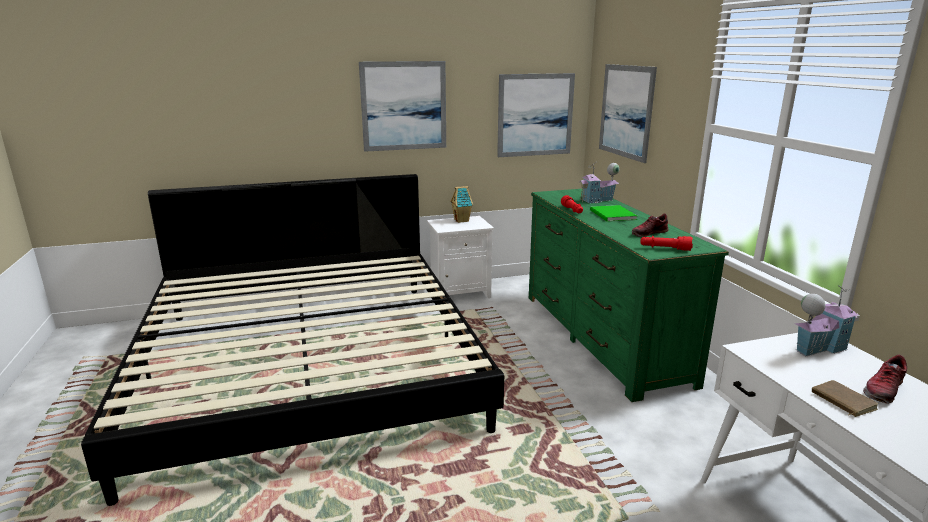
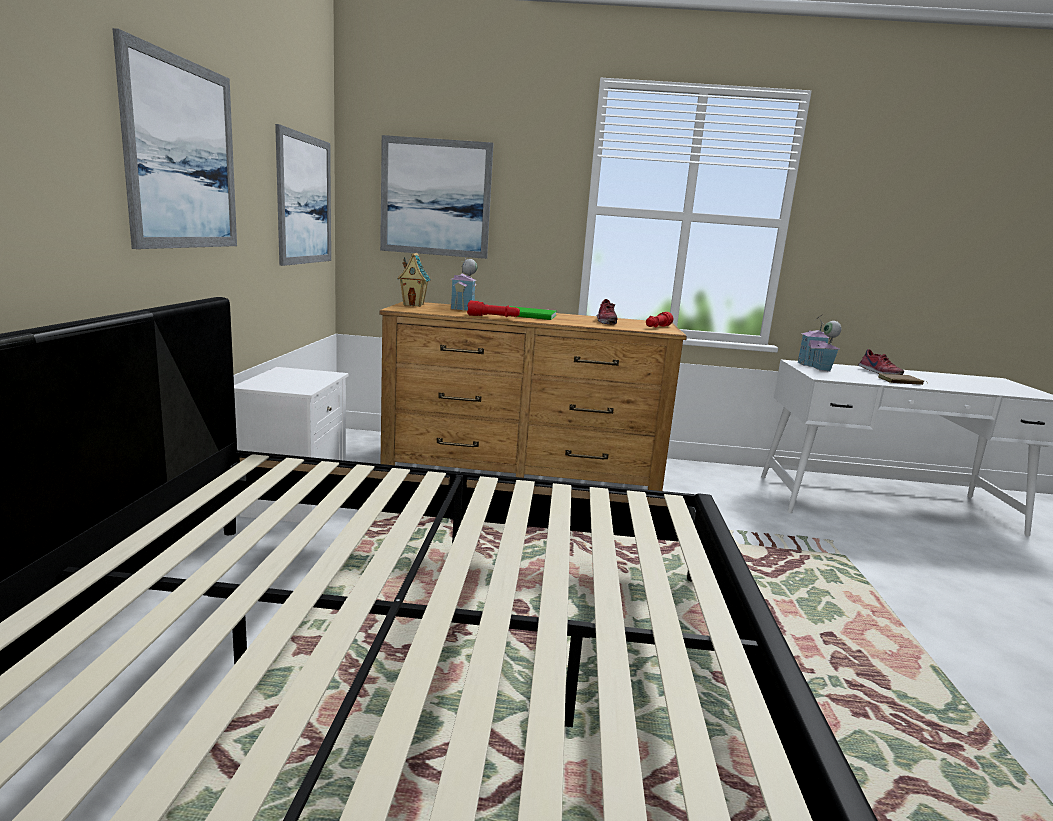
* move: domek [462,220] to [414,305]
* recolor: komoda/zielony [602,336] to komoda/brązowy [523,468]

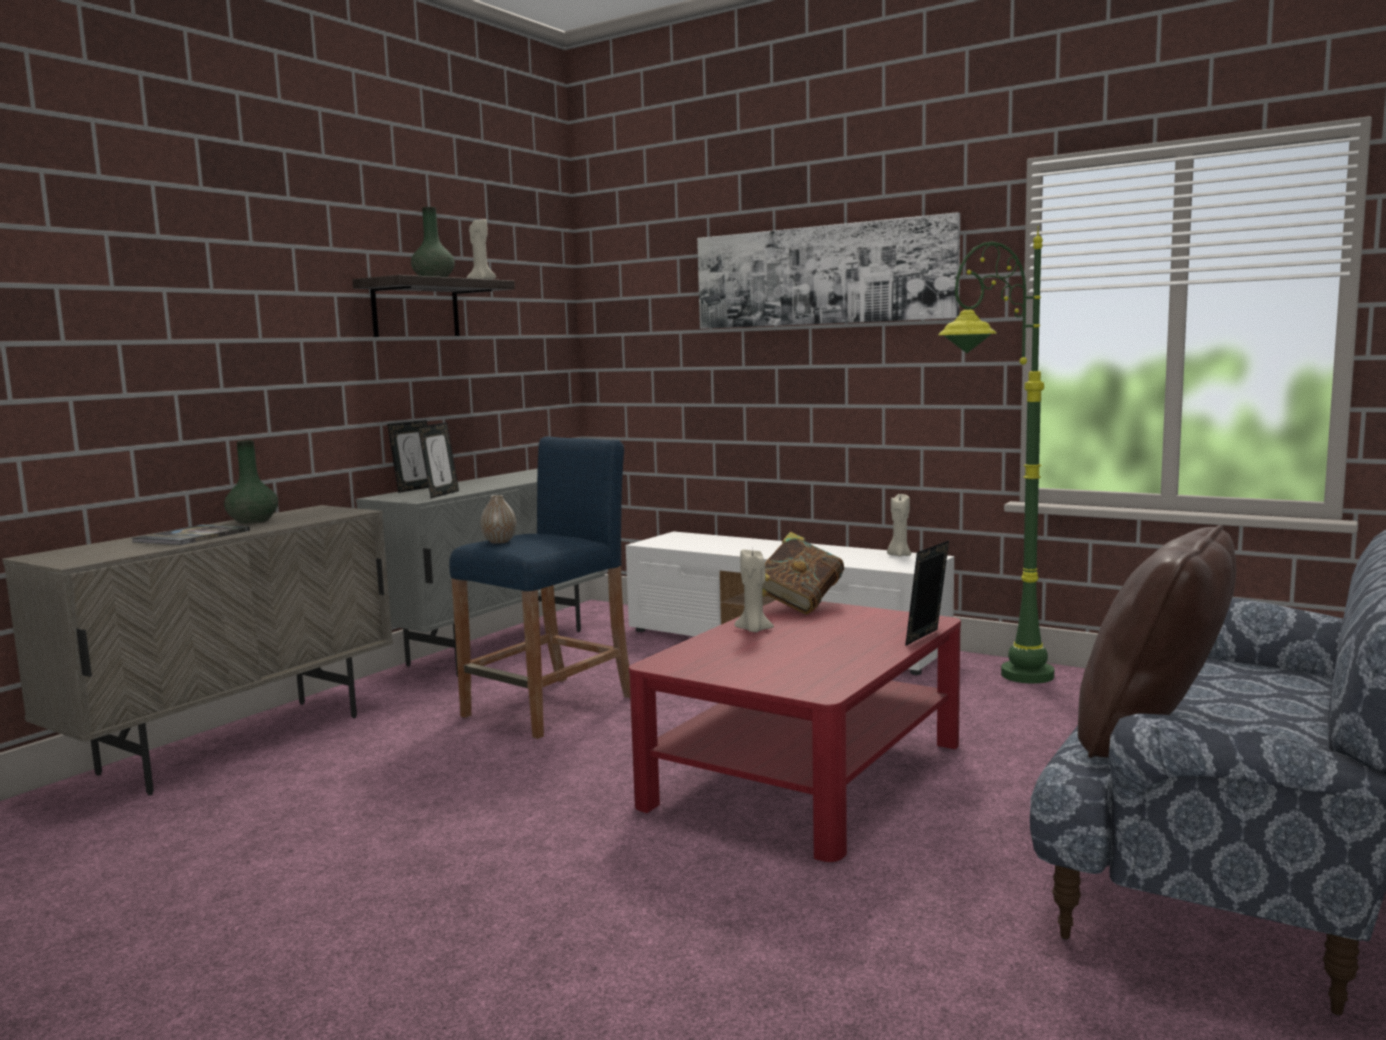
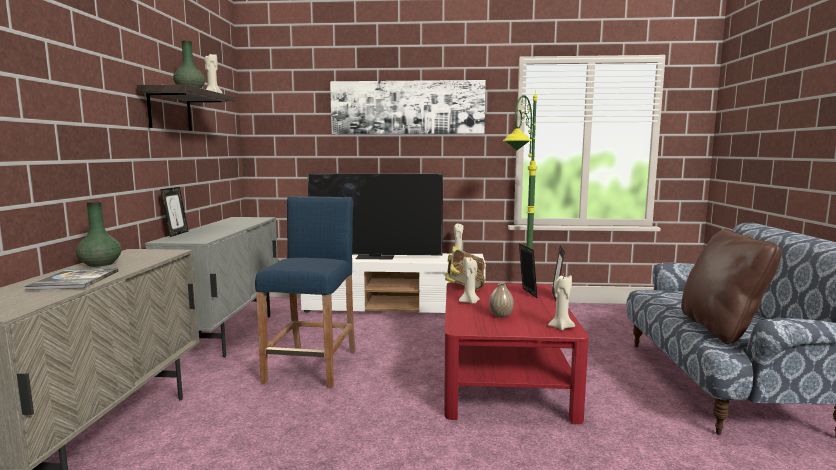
* insert: telewizor [375,257]
* insert: świeca/beżowy [561,327]
* move: ramka na zdjęcie [441,494] to [527,293]
* move: wazon [499,542] to [500,315]

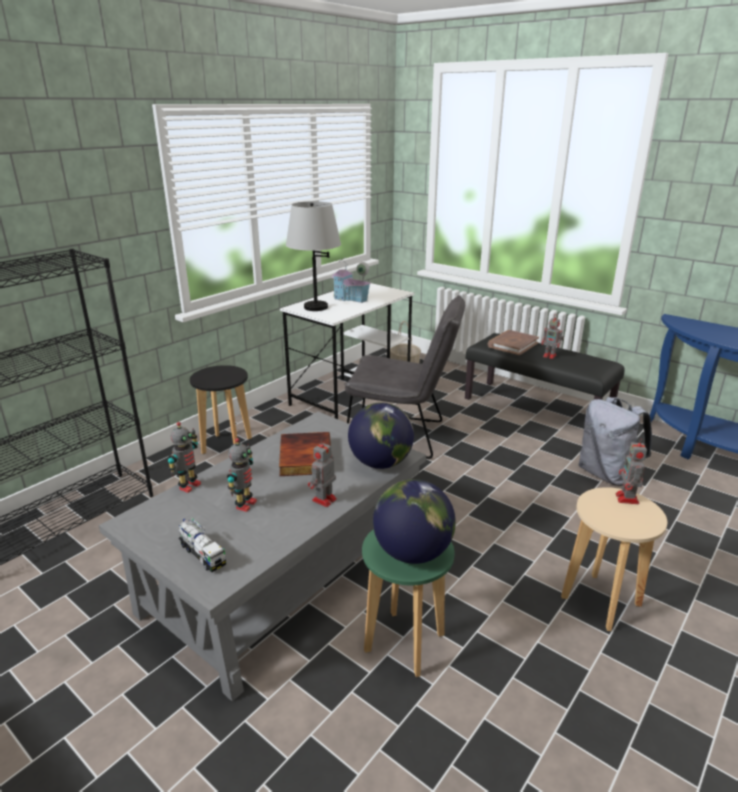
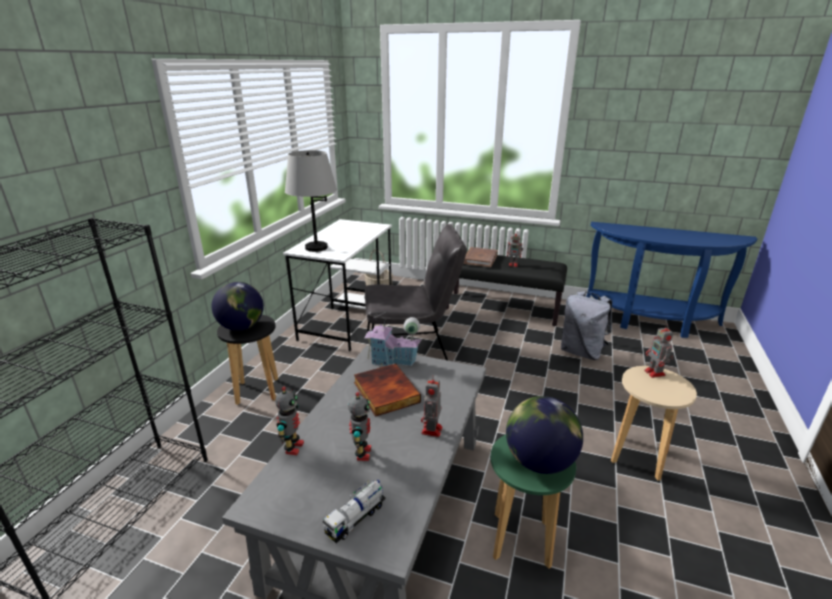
* move: domek [350,299] to [392,360]
* move: globus [381,463] to [242,327]
* rotate: ciężarówka zabawkowa [202,554] = [356,518] 105 degrees clockwise

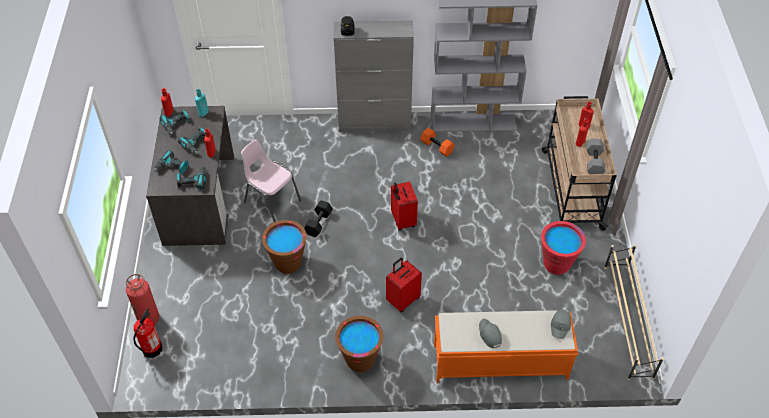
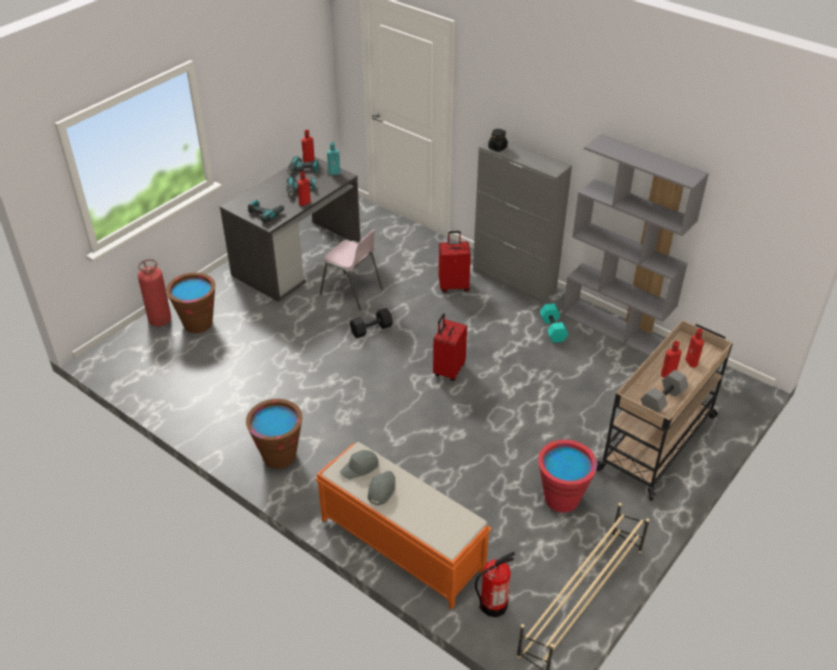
* delete: wiertarka [172,167]
* move: gaśnica [152,349] to [493,605]
* move: wiadro/brązowy [288,263] to [198,323]
* move: walizka/czerwony [402,299] to [454,286]
* move: czapka z daszkiem/szary [560,325] to [360,468]
* recolor: hantel/pomarańczowy [437,146] to hantel/turkusowy [553,329]
* rotate: krzesło/różowy [272,201] = [352,292] 135 degrees clockwise

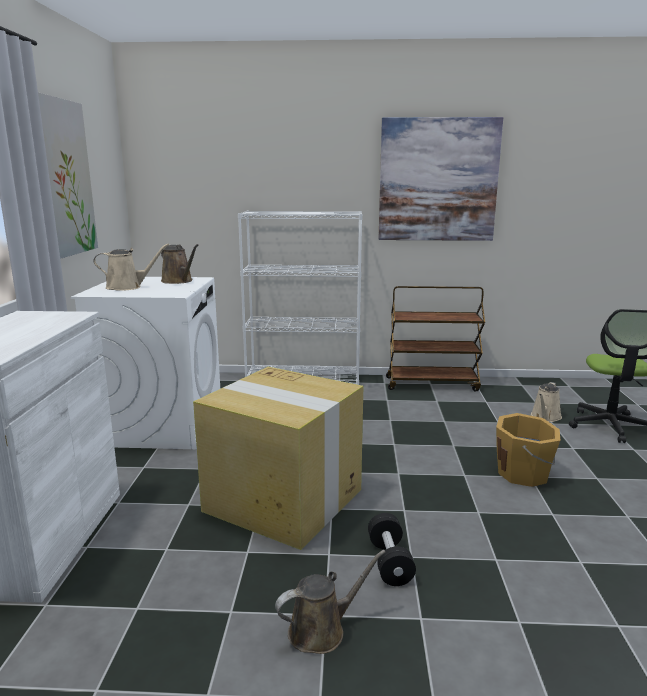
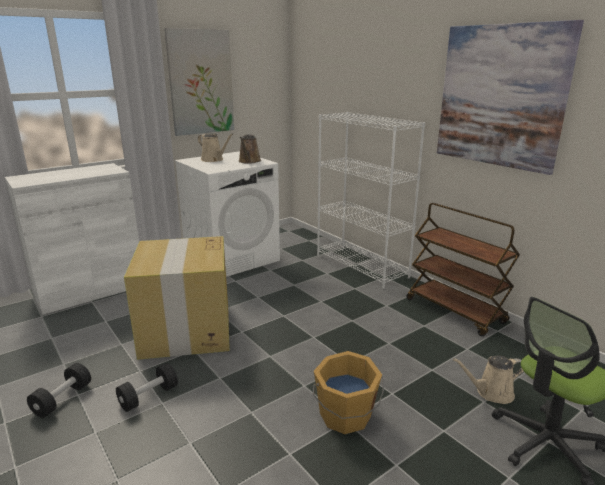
* replace: konewka/brązowy [321,630] to hantel/czarny [62,399]

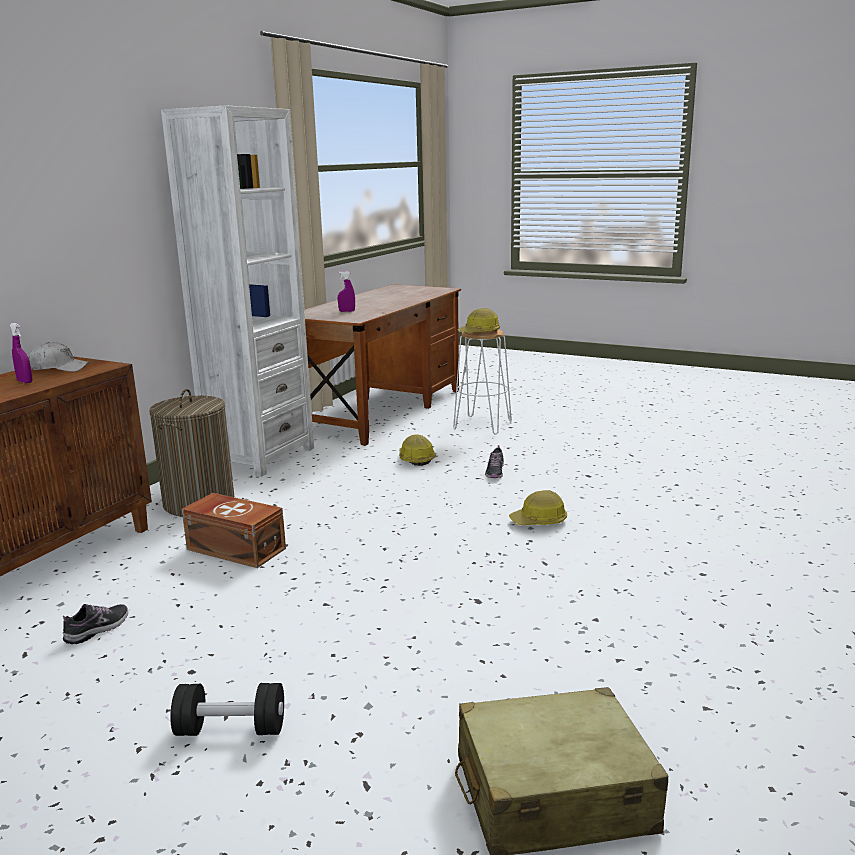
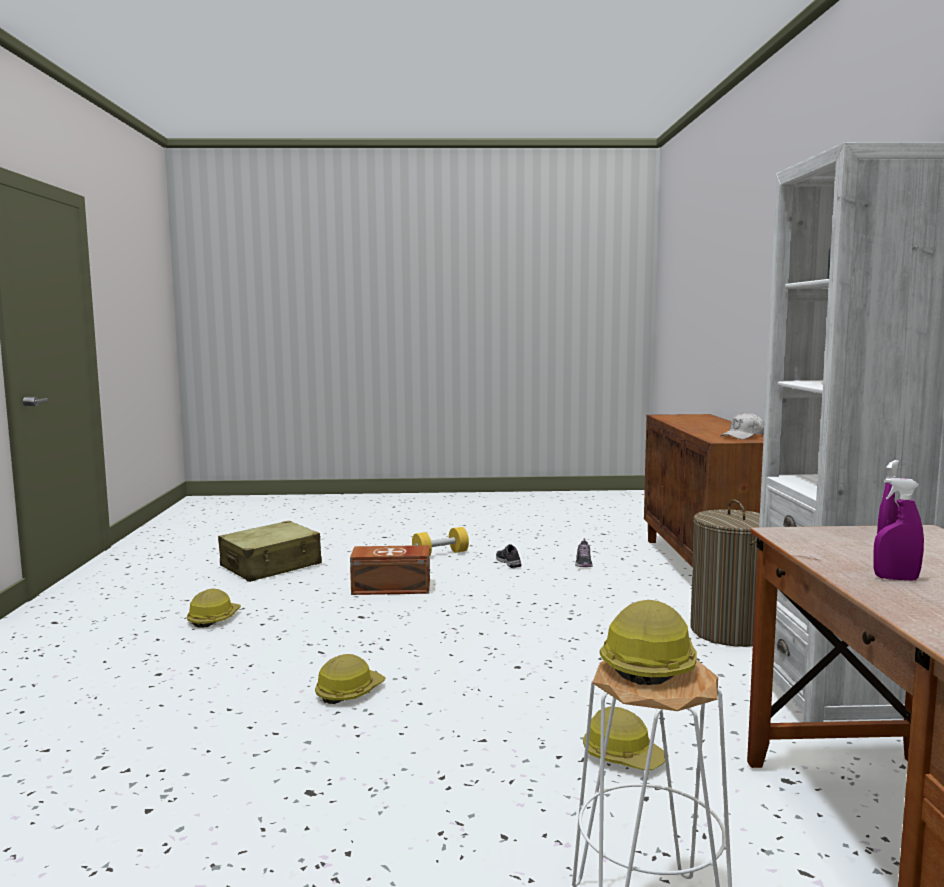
* insert: kask [213,619]
* move: spryskiwacz/fioletowy [25,382] to [896,578]
* move: pojemnik do przechowywania/brązowy [236,548] to [392,588]
* move: but [495,472] to [508,563]
* recolor: hantel/czarny [231,729] to hantel/żółty [440,554]

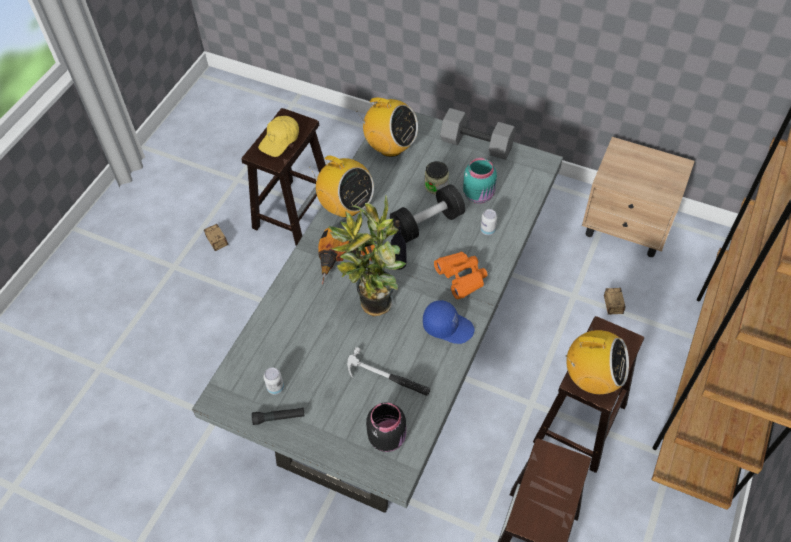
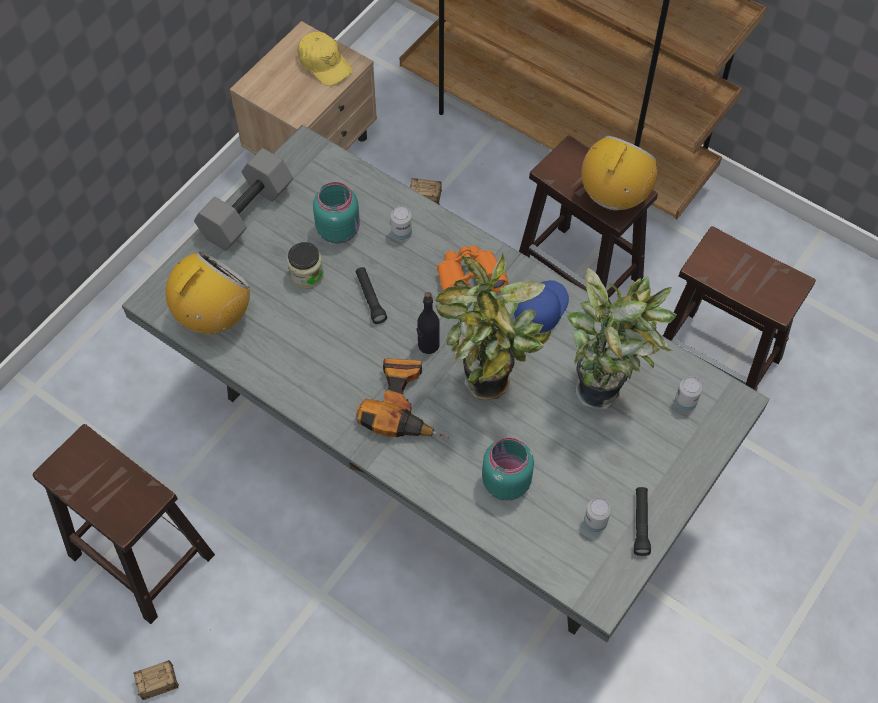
* delete: radio [346,207]
* insert: słoik/turkusowy [504,482]
* move: czapka z daszkiem/żółty [280,140] to [324,64]
* replace: młotek [387,377] to roślina doniczkowa [603,388]
* replace: słoik/czarny [388,437] to puszka [685,402]
* replace: hantel/czarny [427,223] to latarka/czarny [370,298]

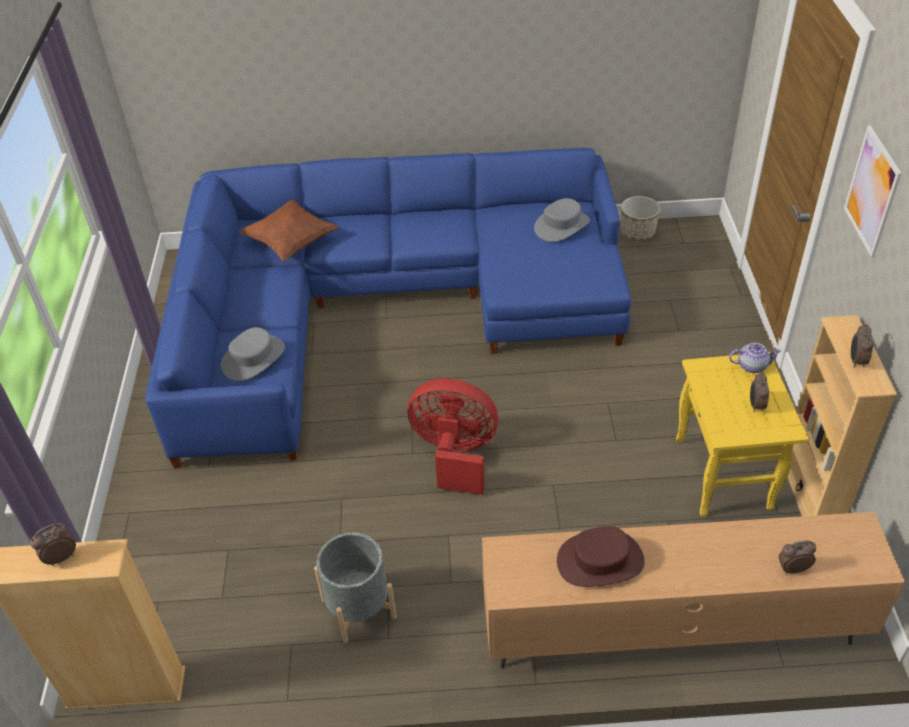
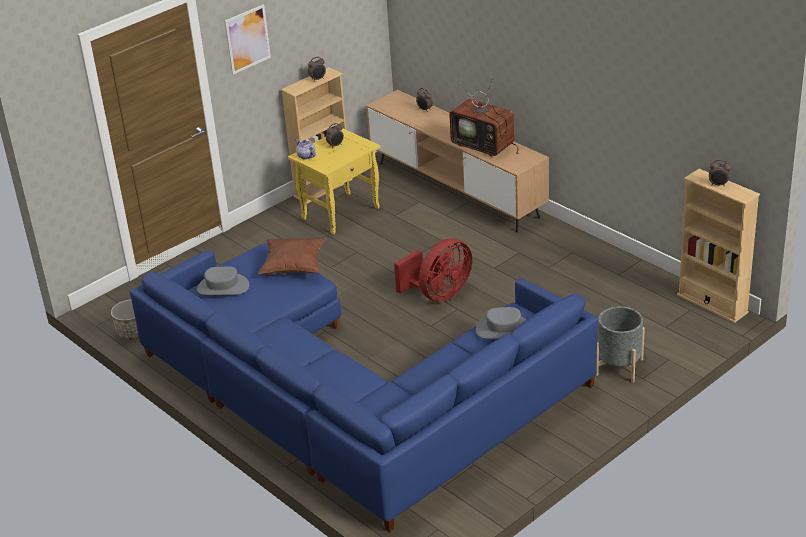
* move: poduszka/brązowy [291,242] to [293,267]
* move: donica/szary [358,608] to [619,367]
* replace: kapelusz/brązowy [600,561] to telewizor [485,145]
* rotate: wentylator/czerwony [455,455] = [439,294] 105 degrees counterclockwise

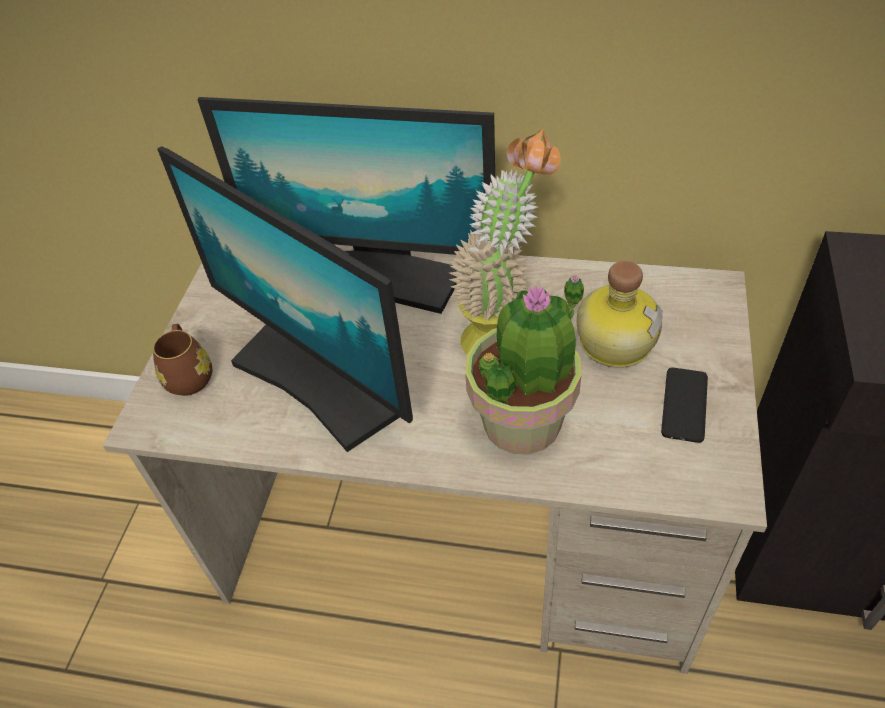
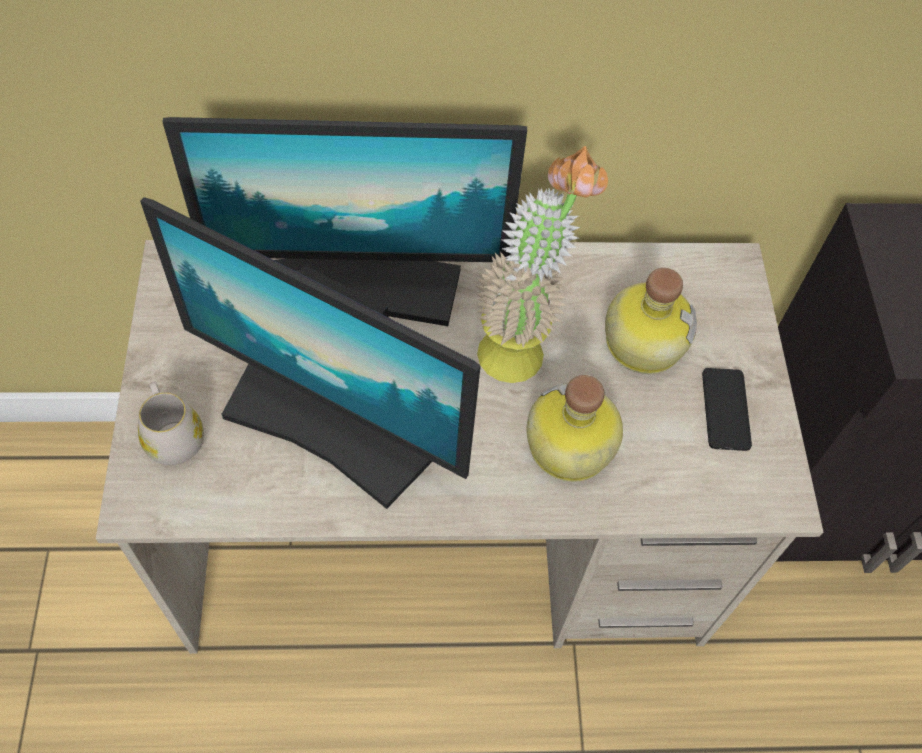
* replace: roślina doniczkowa [524,421] to butelka [568,448]
* recolor: kubek/brązowy [189,374] to kubek/biały [173,436]

